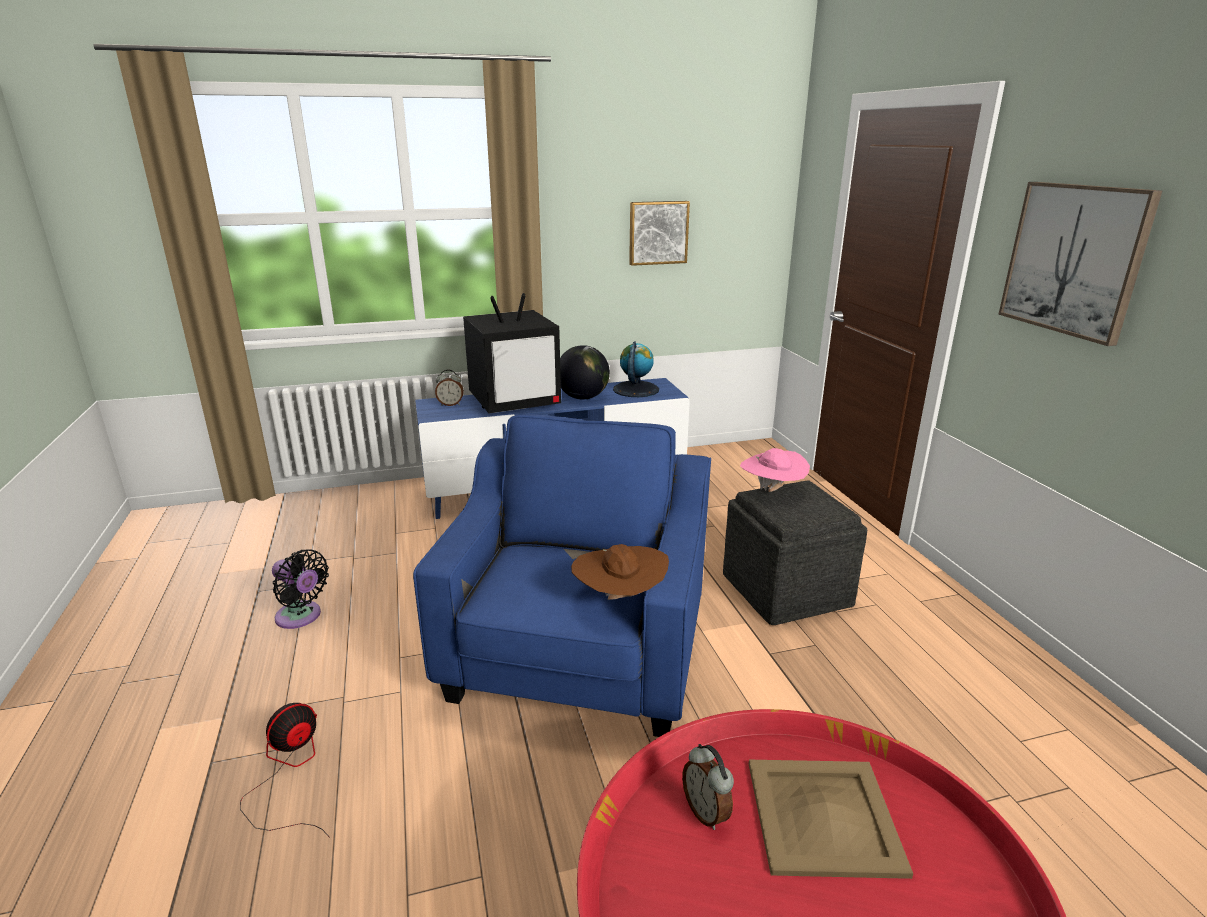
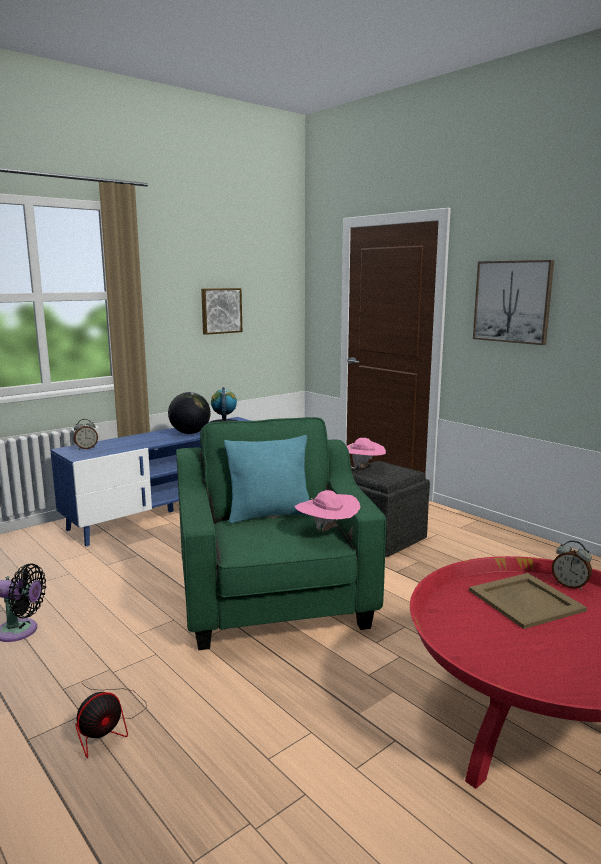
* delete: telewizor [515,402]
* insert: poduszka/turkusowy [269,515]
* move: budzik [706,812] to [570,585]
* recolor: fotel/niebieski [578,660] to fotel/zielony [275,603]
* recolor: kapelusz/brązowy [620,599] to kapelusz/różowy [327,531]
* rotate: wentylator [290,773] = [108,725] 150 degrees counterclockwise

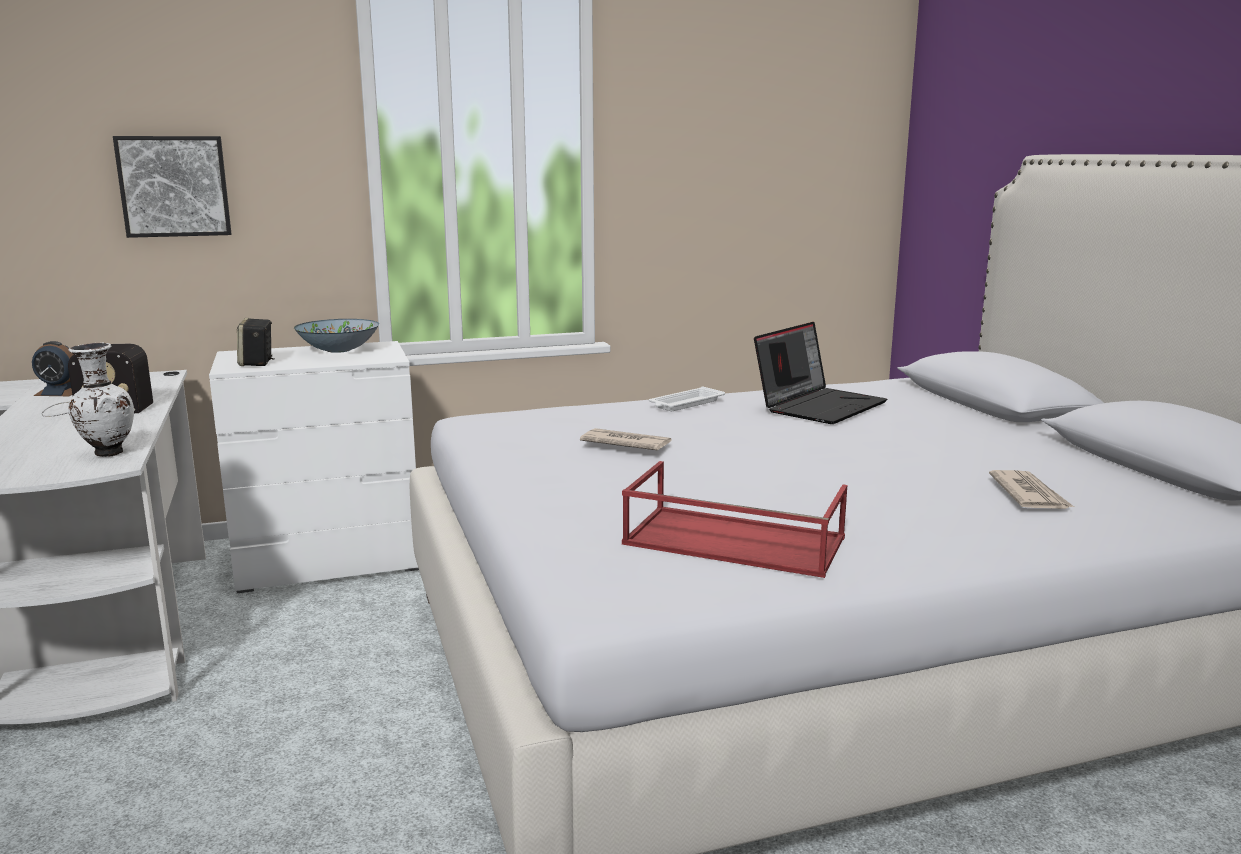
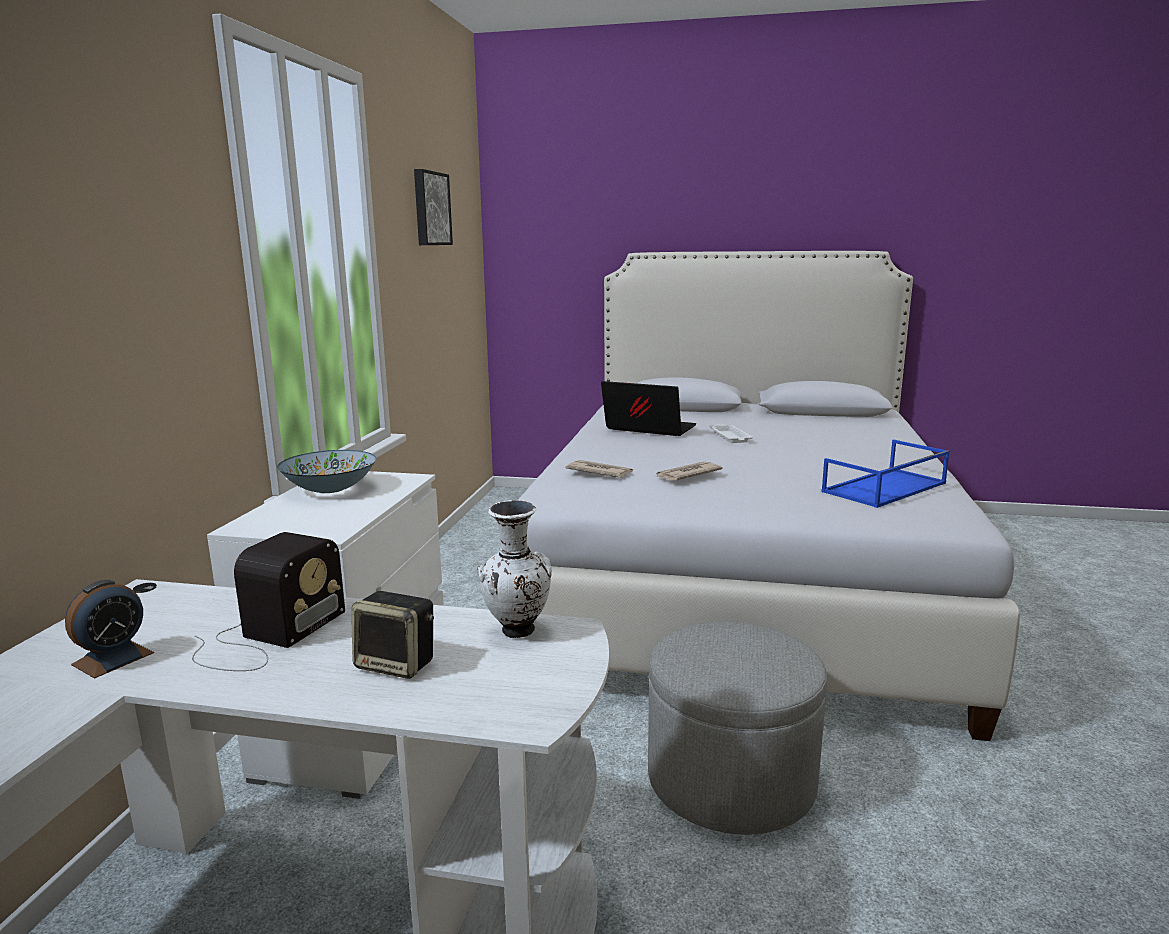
* insert: pufa/szary [731,780]
* move: obraz [174,186] to [430,209]
* move: głośnik [257,363] to [397,664]
* move: taca/biały [685,404] to [730,437]
* move: gazeta [1029,494] to [599,472]
* recolor: taca/czerwony [731,542] to taca/niebieski [885,488]
* rotate: laptop [819,405] = [647,429] 45 degrees counterclockwise

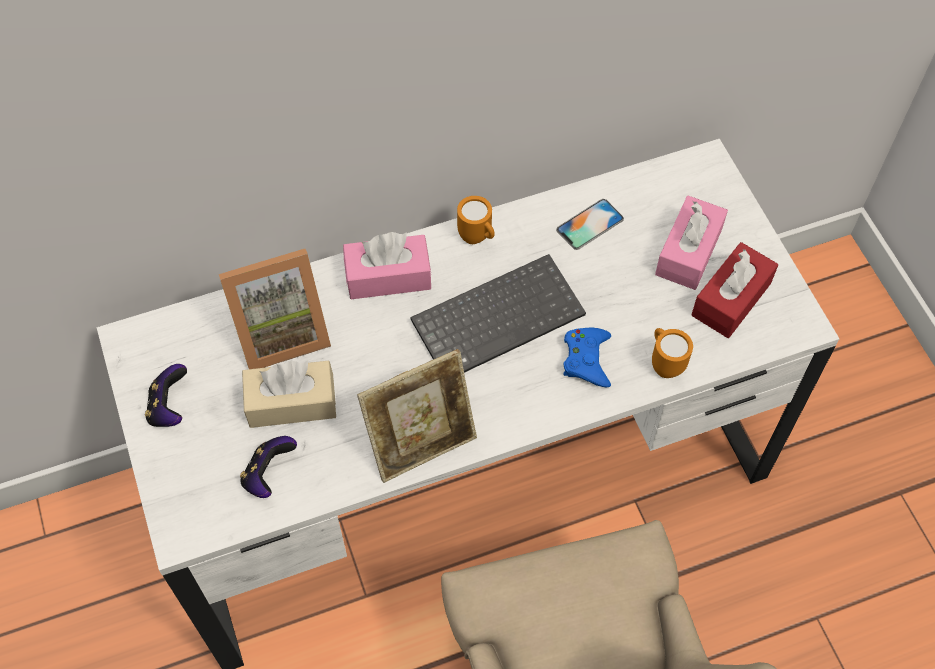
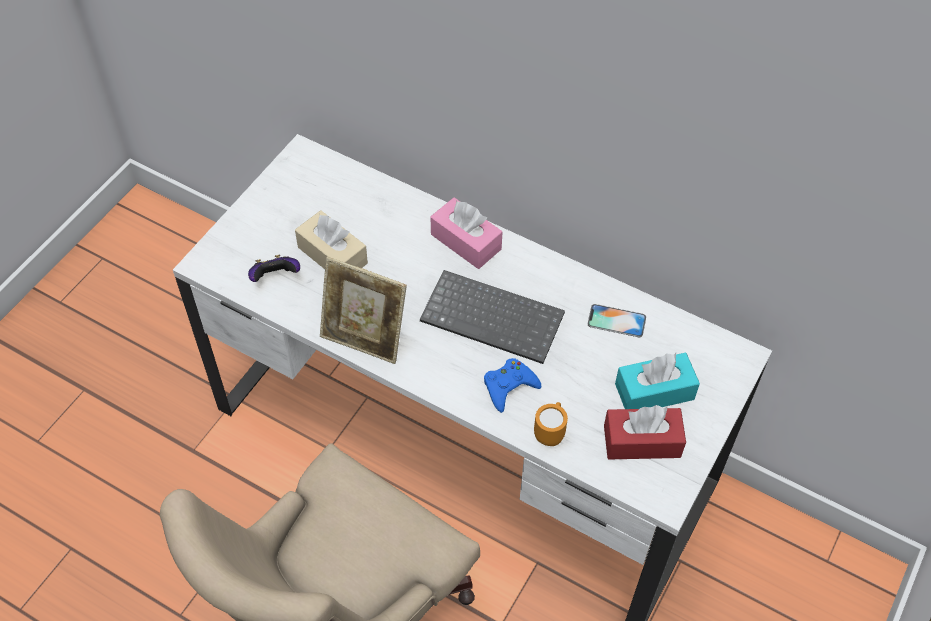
* delete: pad do gier [170,408]
* delete: ramka na zdjęcie [280,331]
* delete: kubek/pomarańczowy [477,238]
* recolor: pudełko chusteczek/różowy [688,252] to pudełko chusteczek/turkusowy [654,391]

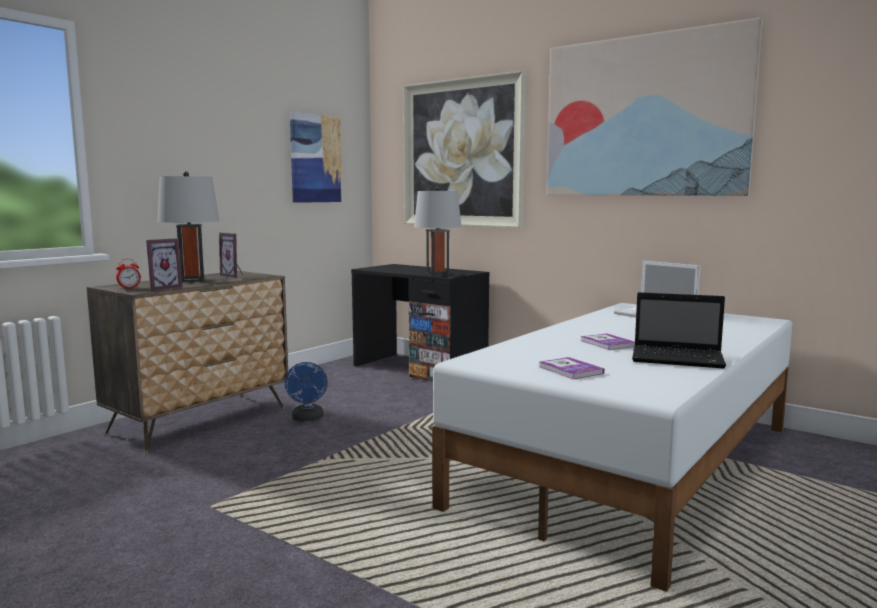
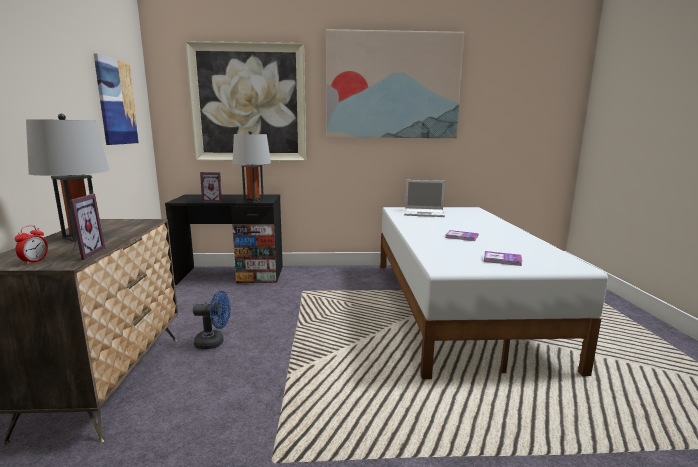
* delete: laptop [679,359]
* move: ramka na zdjęcie [235,276] to [213,201]
* rotate: wentylator/niebieski [308,419] = [214,342] 45 degrees counterclockwise

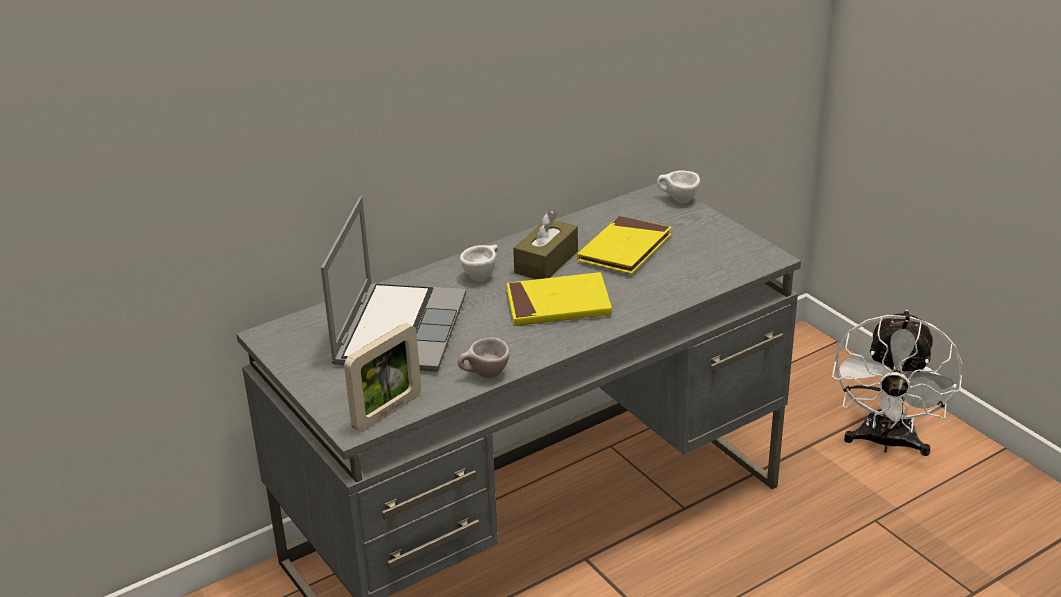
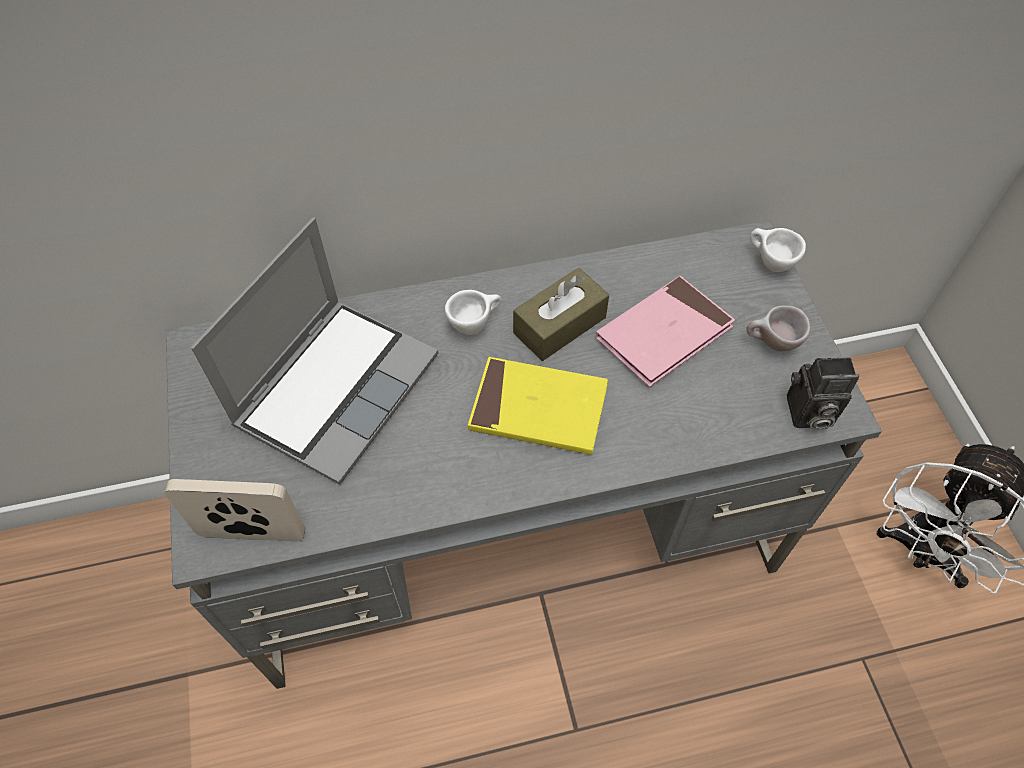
* insert: aparat fotograficzny [807,414]
* move: filiżanka/beżowy [484,376] to [771,344]
* recolor: książka/żółty [624,249] to książka/różowy [664,334]
* rotate: ramka na zdjęcie [387,412] = [252,534] 150 degrees counterclockwise

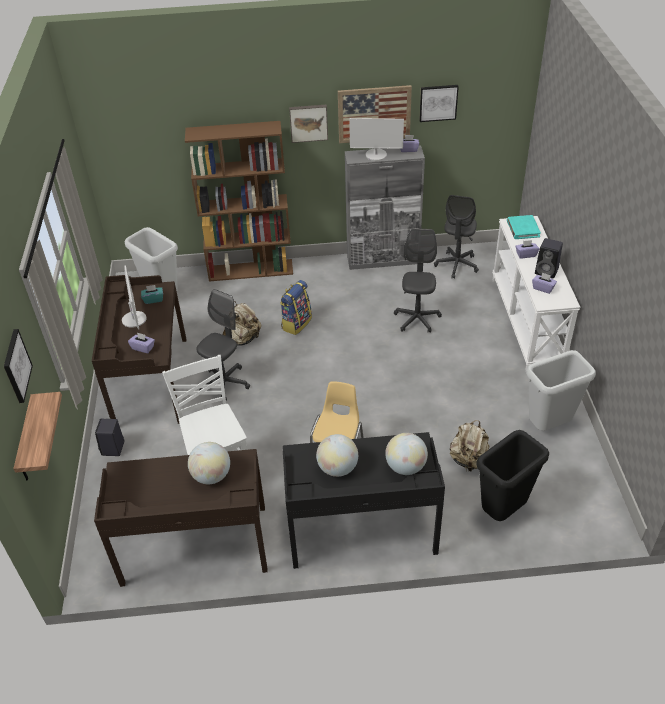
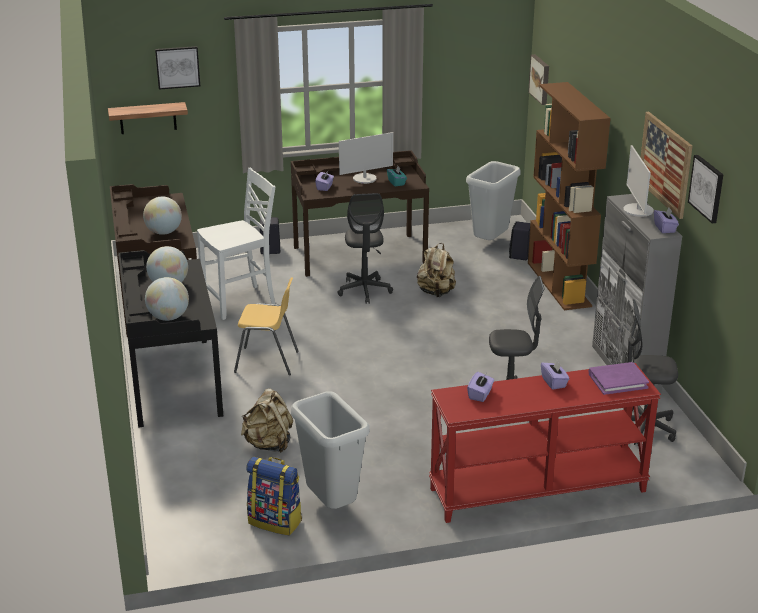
* delete: kosz na śmieci/czarny [503,512]
* move: plecak [296,323] to [276,521]
* move: obraz [308,122] to [540,79]
* move: głośnik/czarny [547,271] to [520,256]
* recolor: stolik konsolowy/biały [527,322] to stolik konsolowy/czerwony [537,491]
* recolor: książka/turkusowy [522,229] to książka/fioletowy [617,381]
* rotate: krzesło biurowe/szary [225,383] = [364,290] 60 degrees clockwise

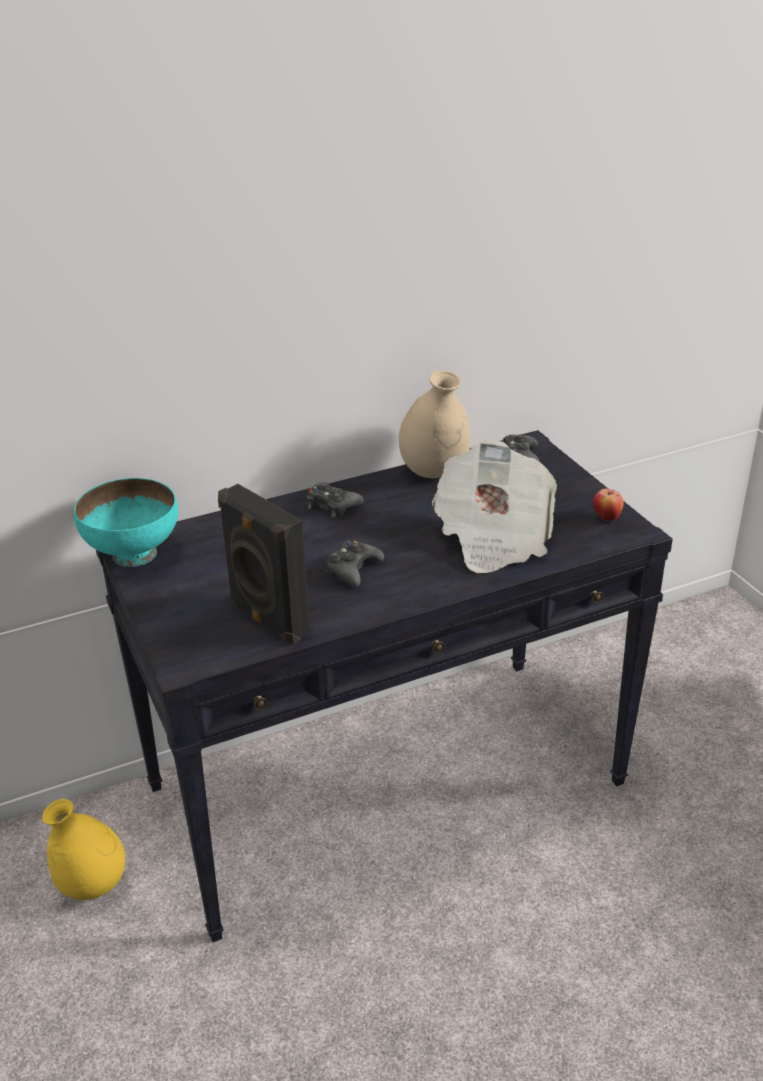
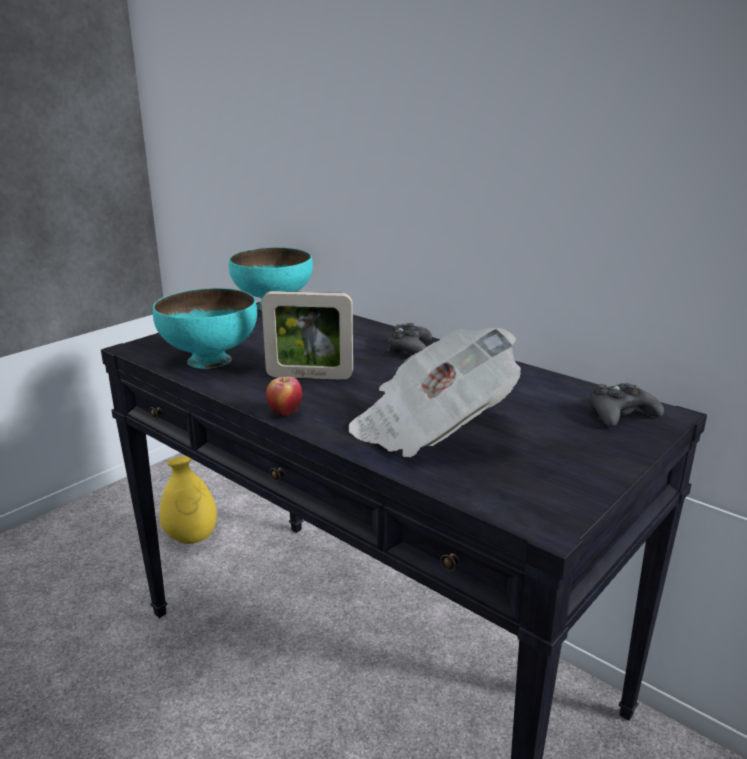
* delete: wazon/beżowy [434,471]
* move: jabłko [606,518] to [285,413]
* replace: głośnik/czarny [267,620] to miska/turkusowy [210,360]
* replace: pad do gier/czarny [353,570] to ramka na zdjęcie [309,376]

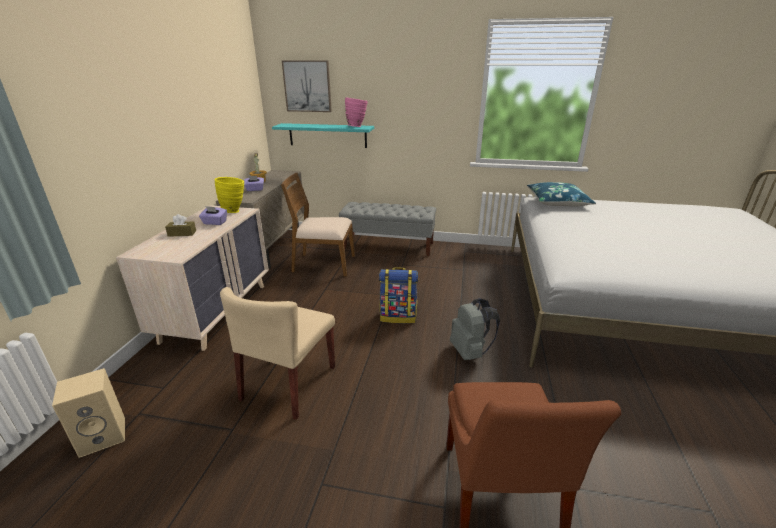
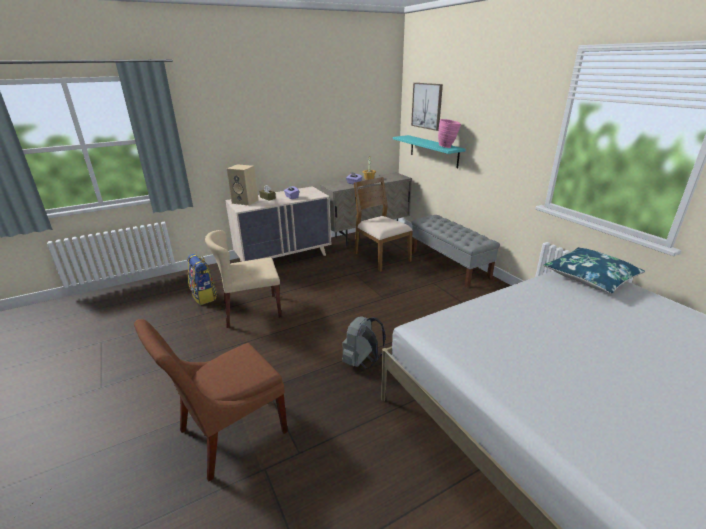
* delete: wazon/żółty [235,211]
* move: głośnik/beżowy [104,435] to [246,201]
* move: plecak [398,316] to [204,296]

